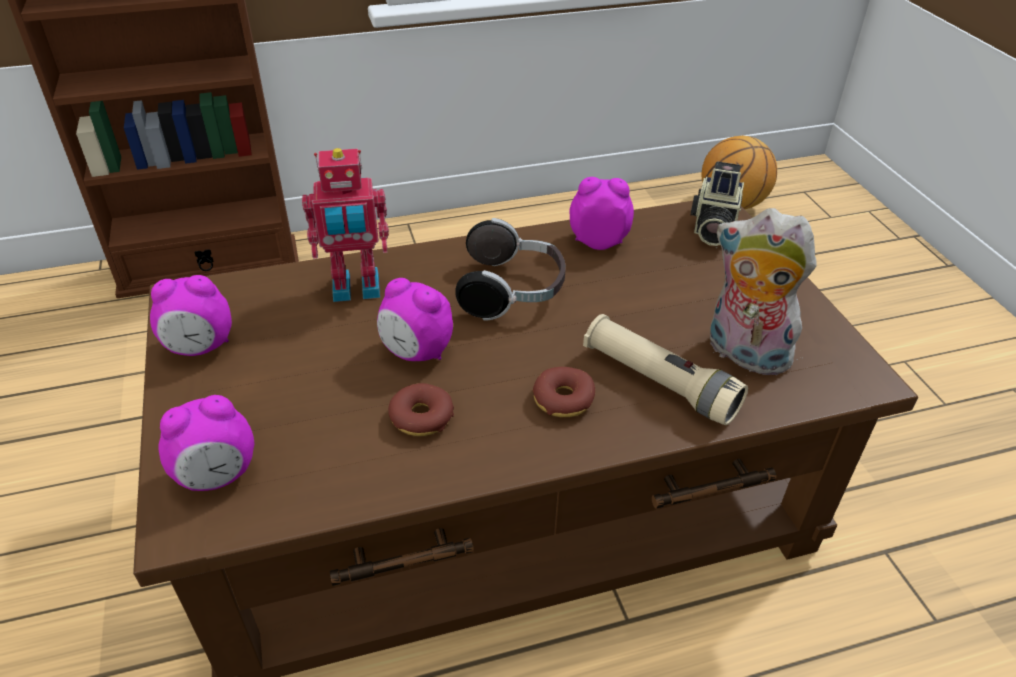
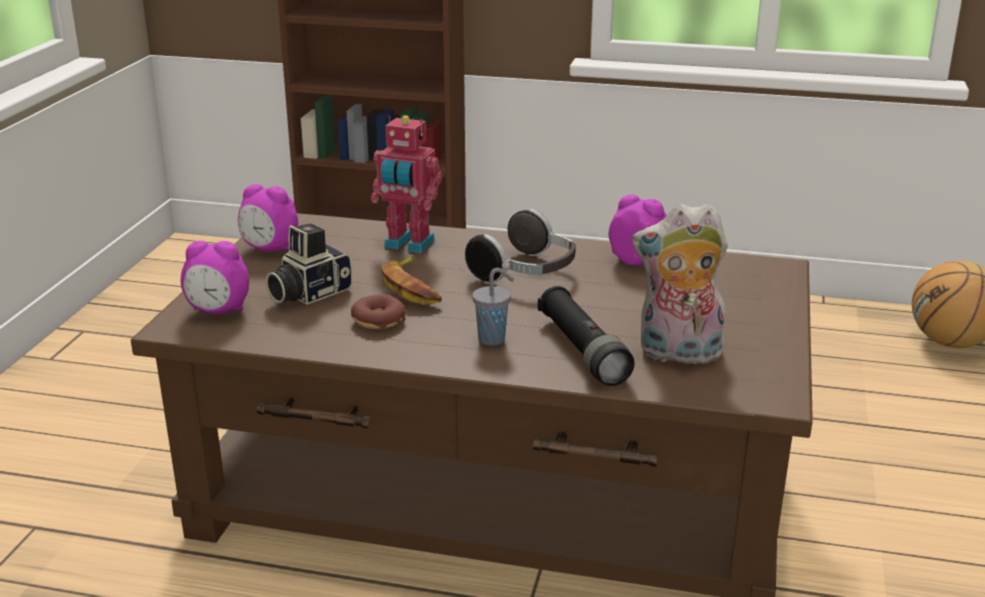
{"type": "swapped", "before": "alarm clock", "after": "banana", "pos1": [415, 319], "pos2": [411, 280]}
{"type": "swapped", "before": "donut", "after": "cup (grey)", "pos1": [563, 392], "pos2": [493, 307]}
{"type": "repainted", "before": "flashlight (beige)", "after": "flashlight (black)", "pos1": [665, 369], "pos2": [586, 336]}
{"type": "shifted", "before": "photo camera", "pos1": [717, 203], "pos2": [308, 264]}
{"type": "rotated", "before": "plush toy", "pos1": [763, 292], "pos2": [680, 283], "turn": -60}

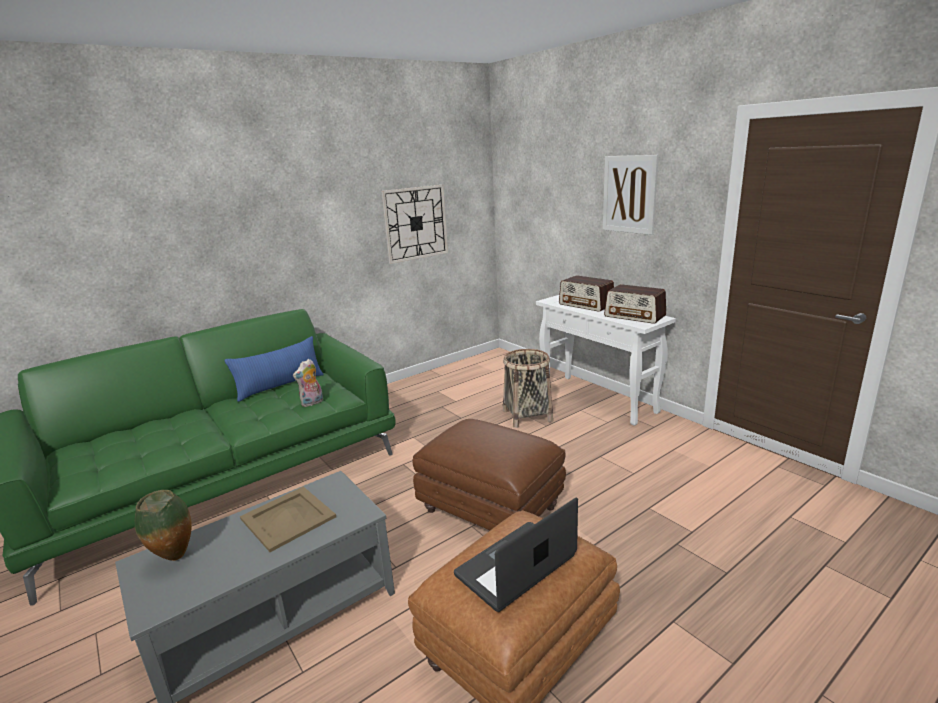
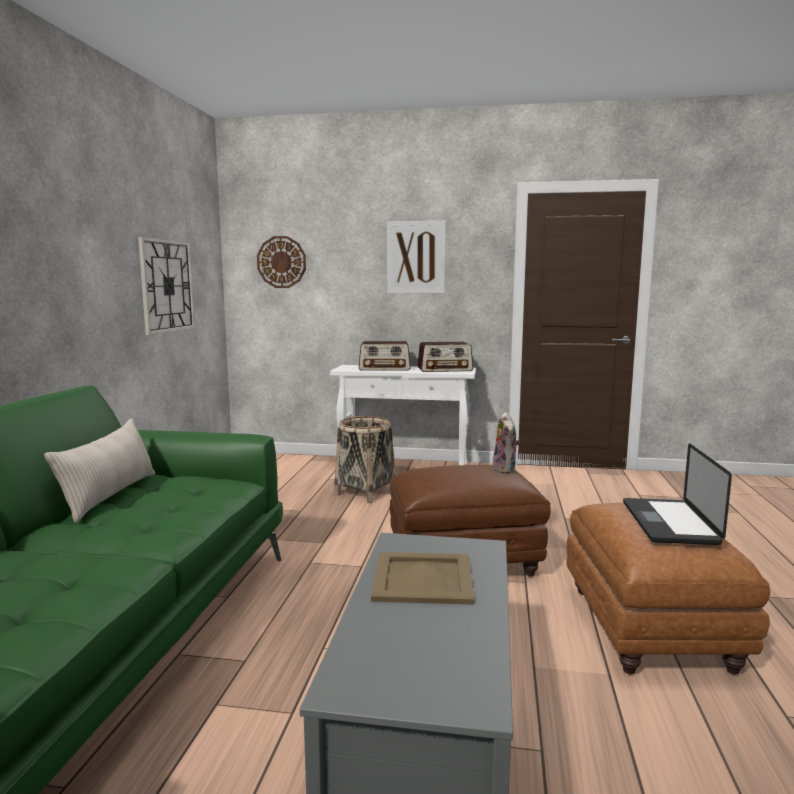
{"type": "gone", "before": "vase", "pos1": [163, 525]}
{"type": "repainted", "before": "pillow (blue)", "after": "pillow (beige)", "pos1": [274, 369], "pos2": [99, 470]}
{"type": "shifted", "before": "plush toy", "pos1": [308, 383], "pos2": [506, 443]}
{"type": "new", "after": "wall clock", "pos2": [281, 262]}

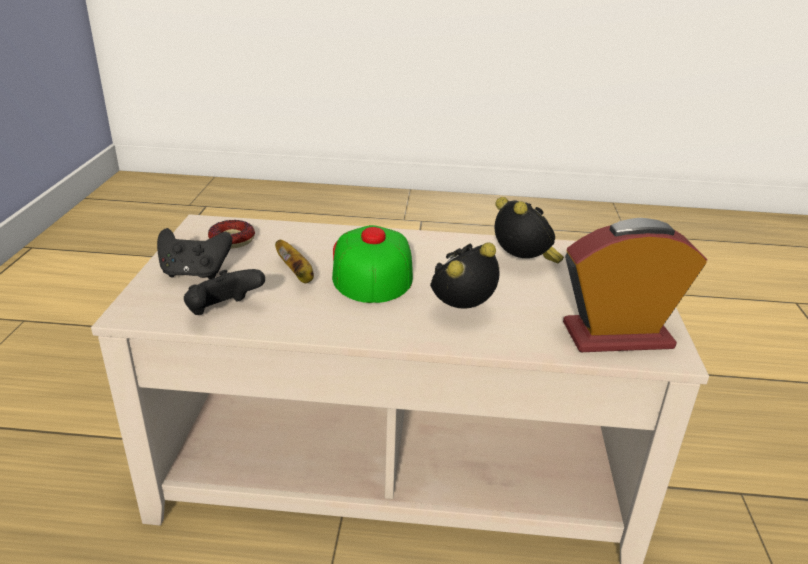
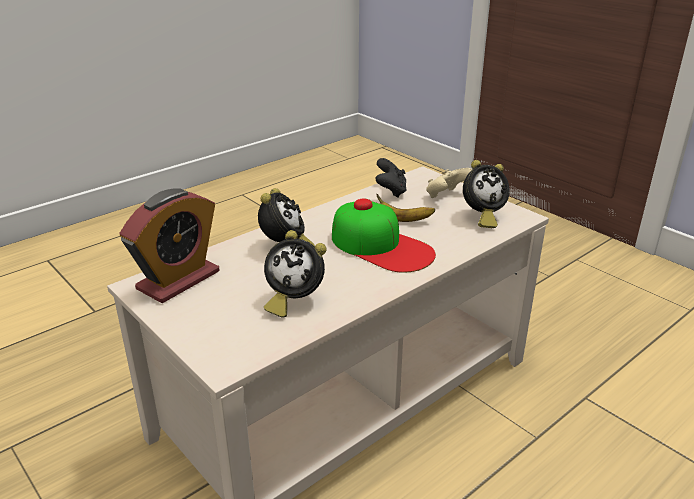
{"type": "repainted", "before": "game controller (black)", "after": "game controller (beige)", "pos1": [194, 253], "pos2": [449, 183]}
{"type": "swapped", "before": "donut", "after": "alarm clock", "pos1": [231, 234], "pos2": [486, 194]}

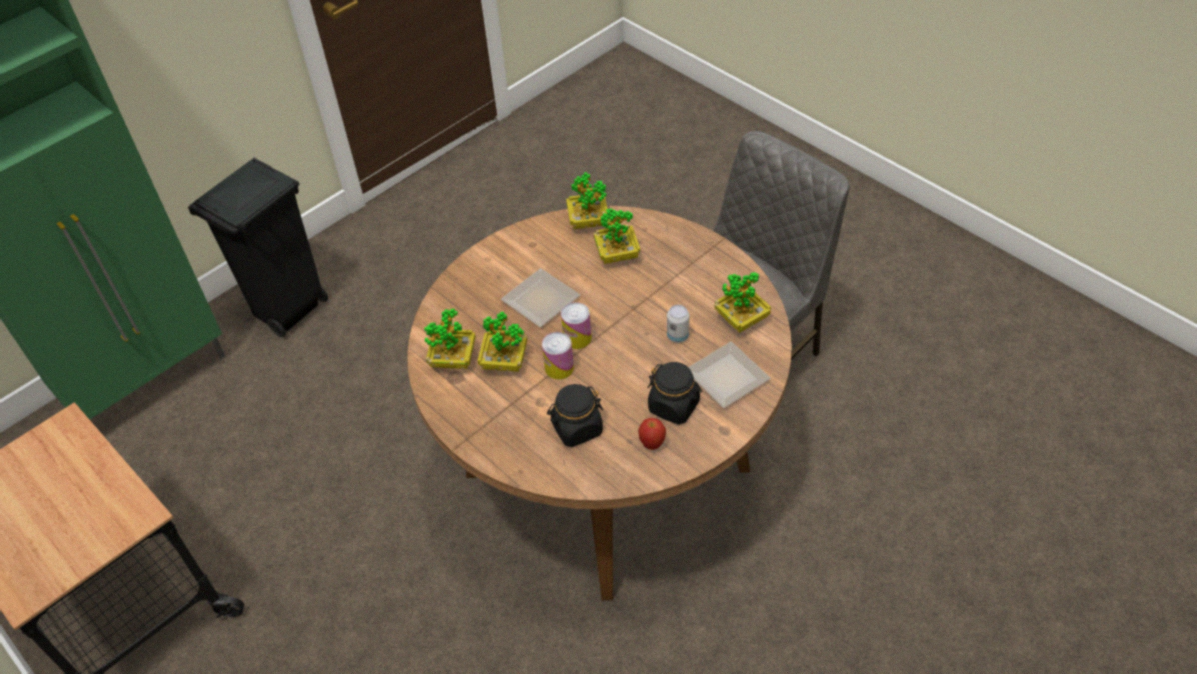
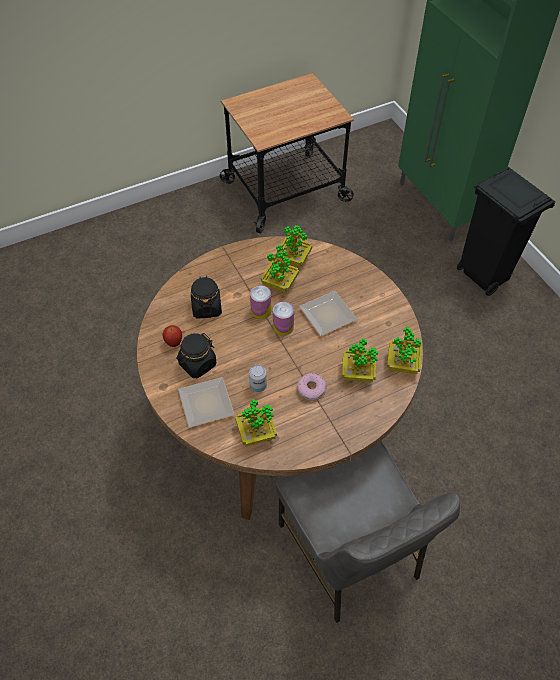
{"type": "new", "after": "donut", "pos2": [312, 387]}

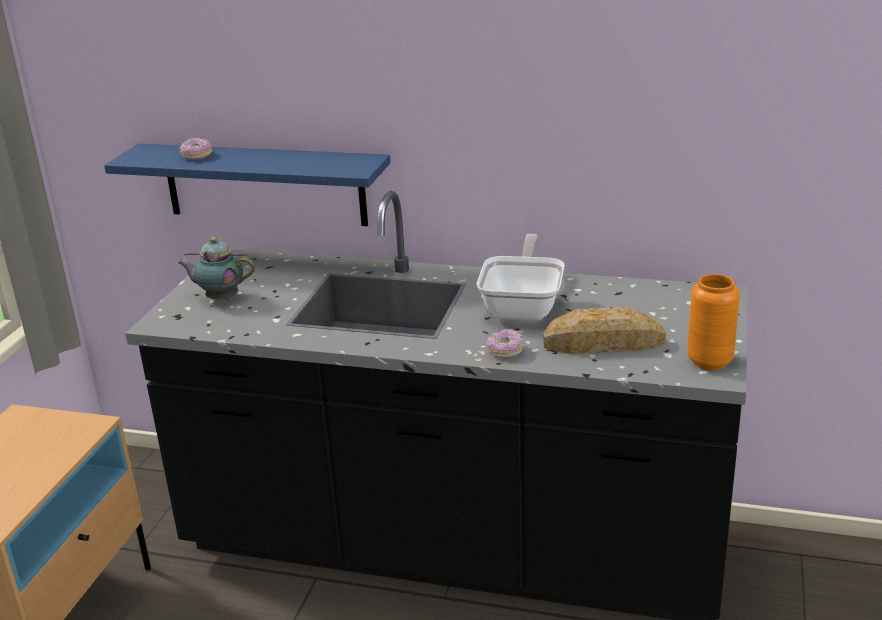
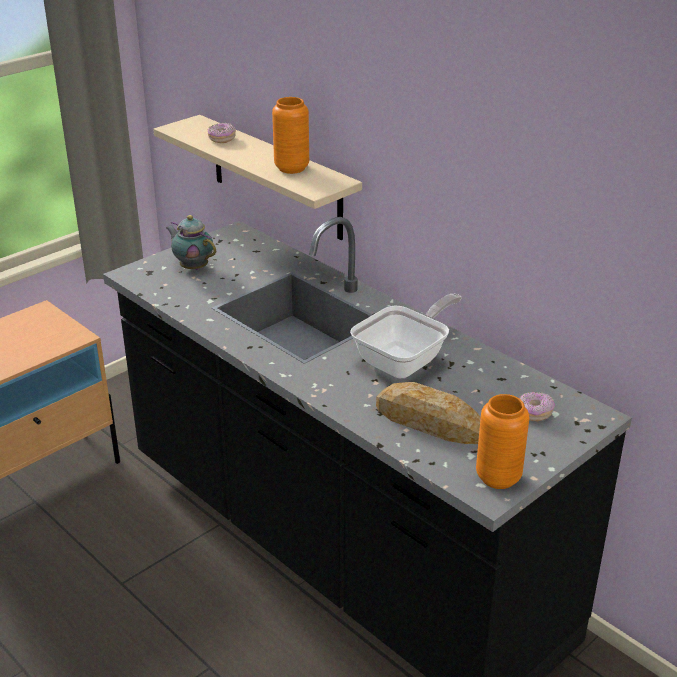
{"type": "repainted", "before": "shelf (blue)", "after": "shelf (beige)", "pos1": [247, 185], "pos2": [257, 177]}
{"type": "shifted", "before": "donut", "pos1": [505, 344], "pos2": [537, 406]}
{"type": "new", "after": "vase (orange)", "pos2": [290, 135]}

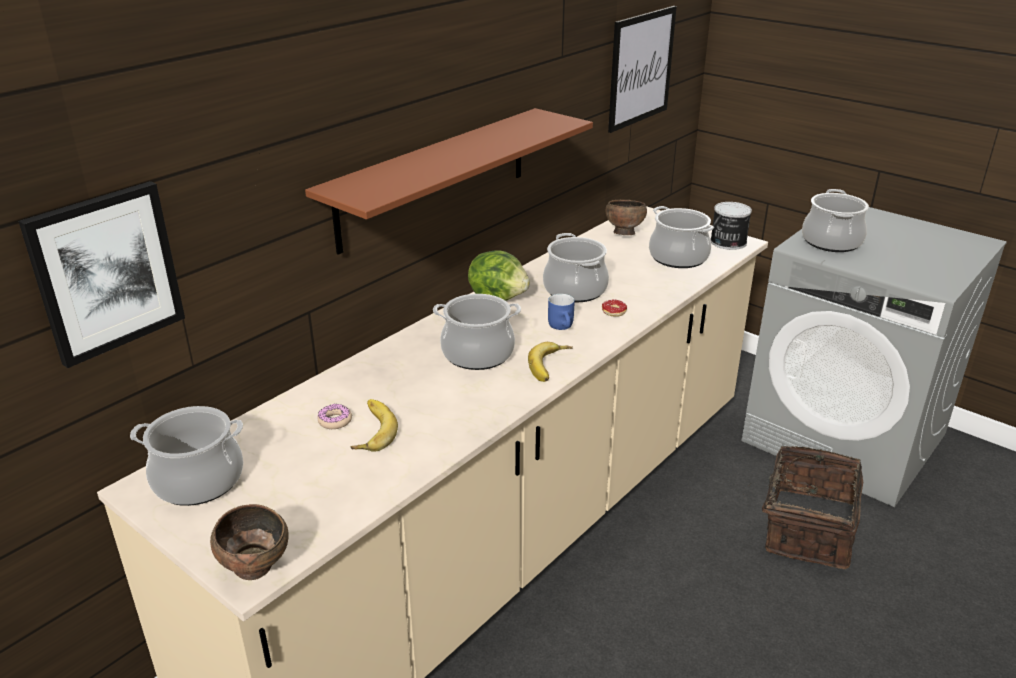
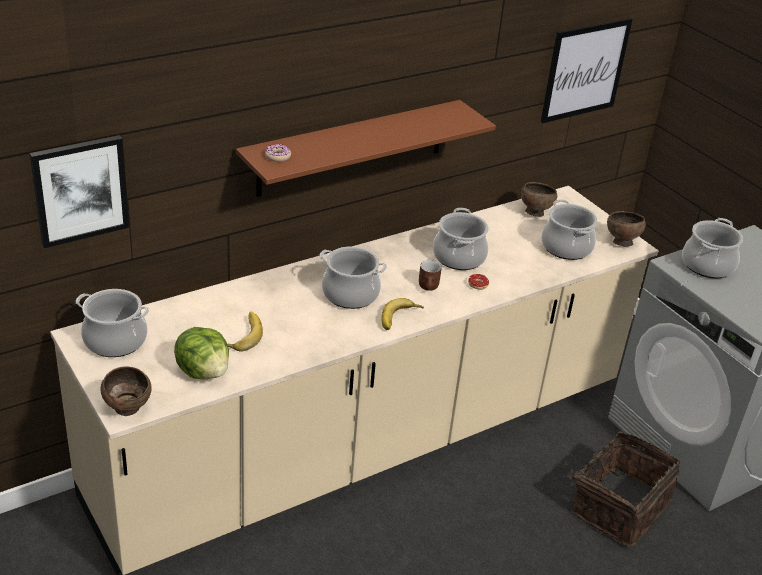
{"type": "shifted", "before": "donut", "pos1": [334, 416], "pos2": [278, 153]}
{"type": "shifted", "before": "lettuce", "pos1": [499, 275], "pos2": [201, 353]}
{"type": "repainted", "before": "mug (blue)", "after": "mug (brown)", "pos1": [561, 312], "pos2": [430, 275]}
{"type": "swapped", "before": "can", "after": "bowl (brown)", "pos1": [731, 226], "pos2": [626, 228]}

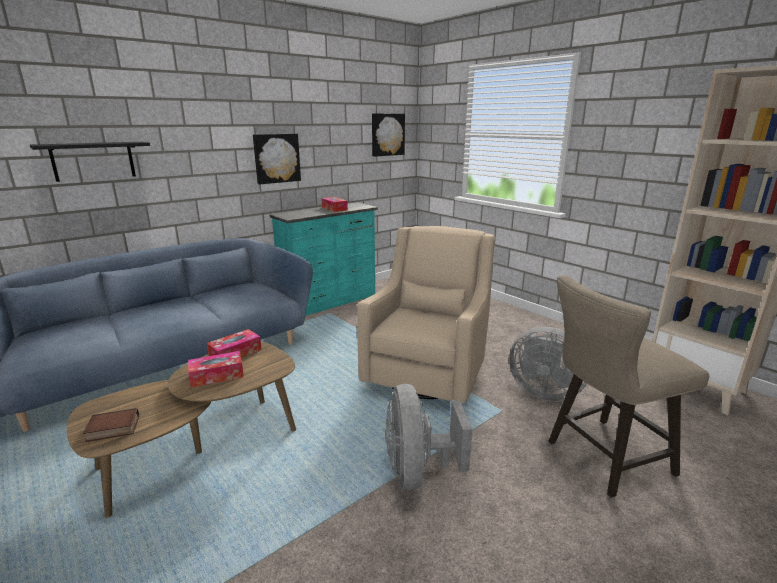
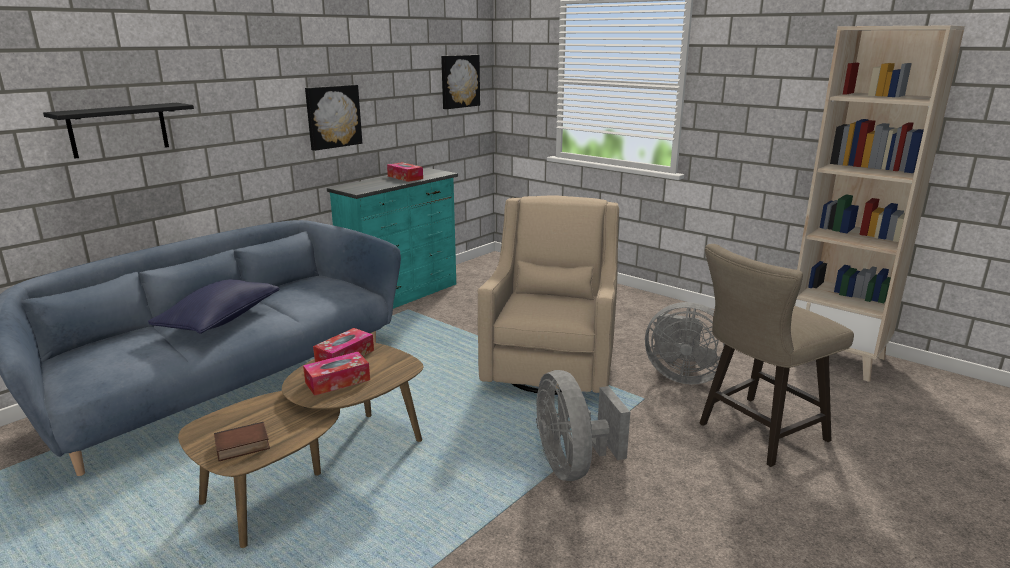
{"type": "new", "after": "pillow (blue)", "pos2": [213, 306]}

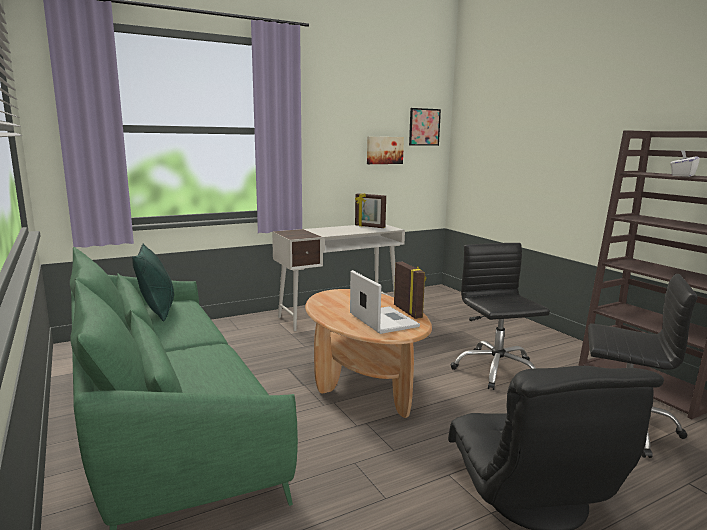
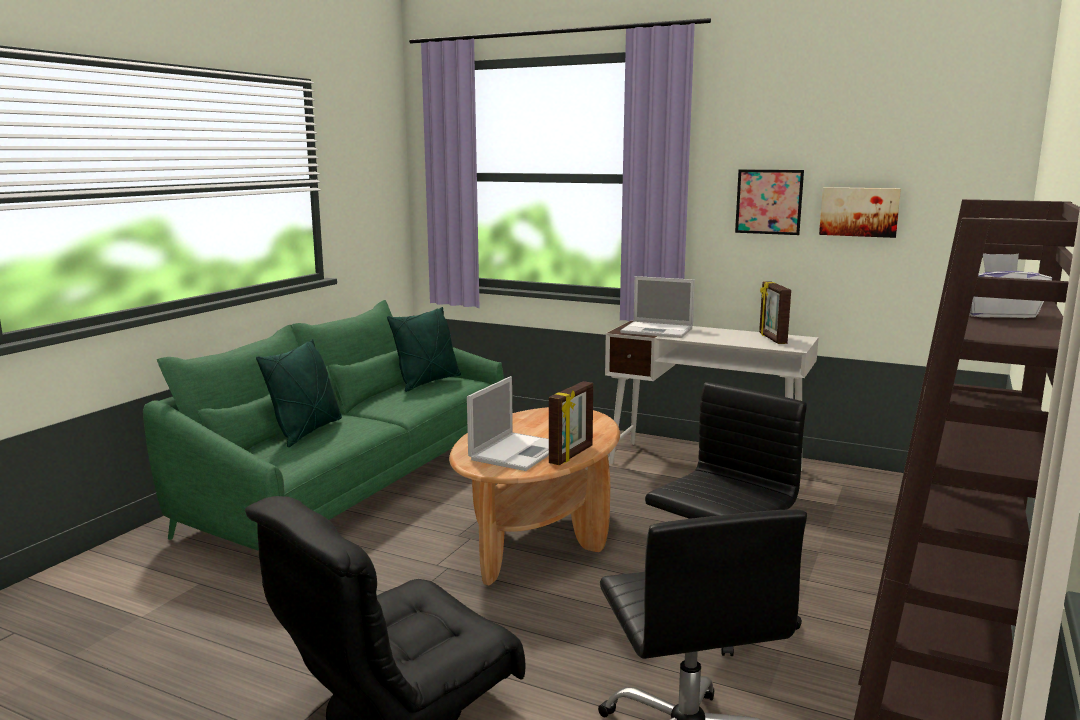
{"type": "shifted", "before": "picture", "pos1": [425, 127], "pos2": [769, 202]}
{"type": "new", "after": "pillow (green)", "pos2": [299, 393]}
{"type": "new", "after": "laptop", "pos2": [657, 307]}

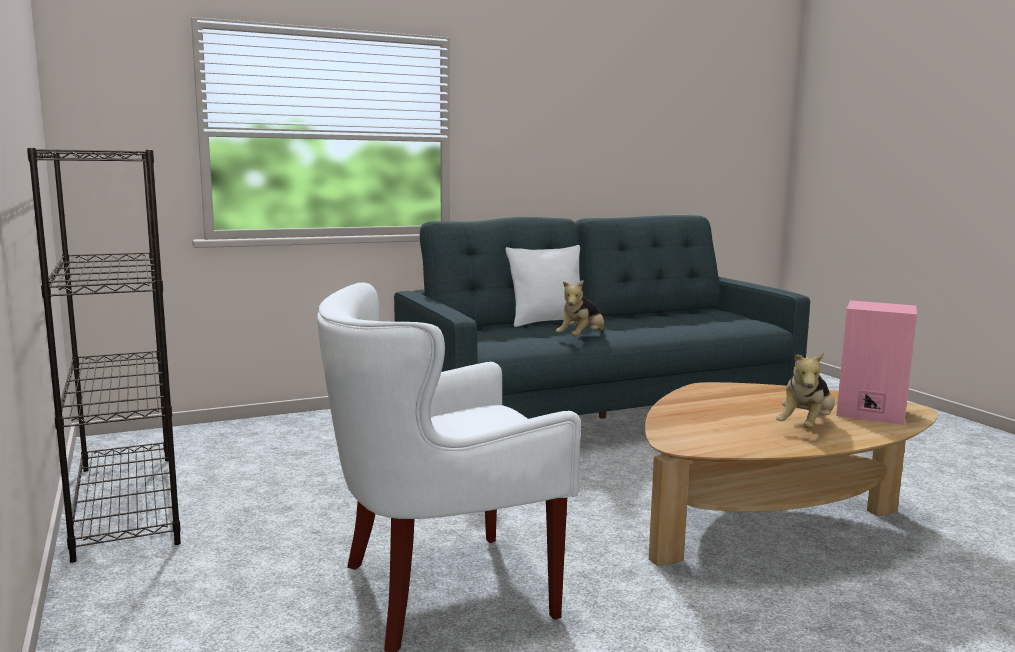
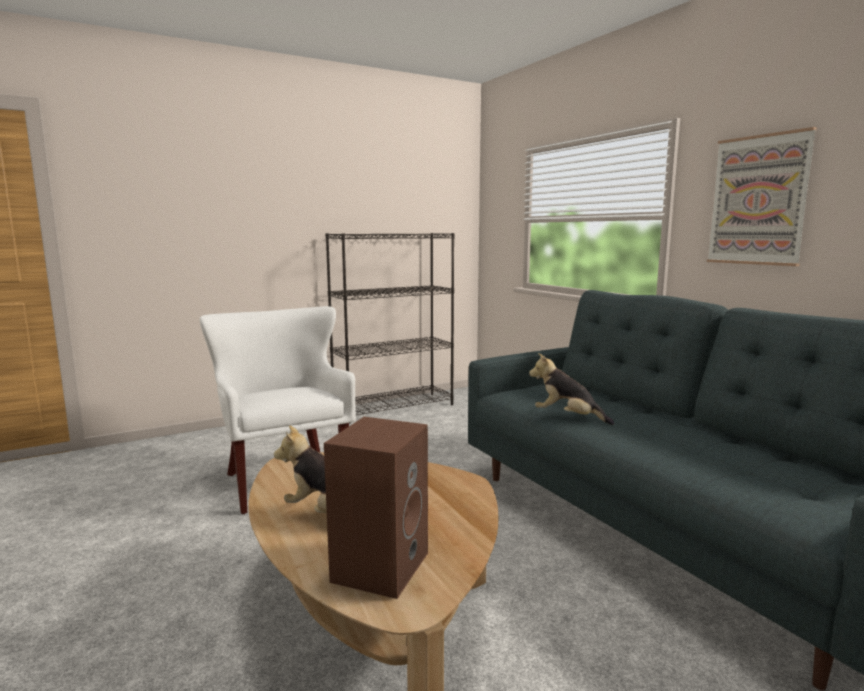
{"type": "gone", "before": "pillow (white)", "pos1": [542, 286]}
{"type": "repainted", "before": "speaker (pink)", "after": "speaker (brown)", "pos1": [876, 362], "pos2": [376, 508]}
{"type": "new", "after": "picture", "pos2": [762, 196]}

